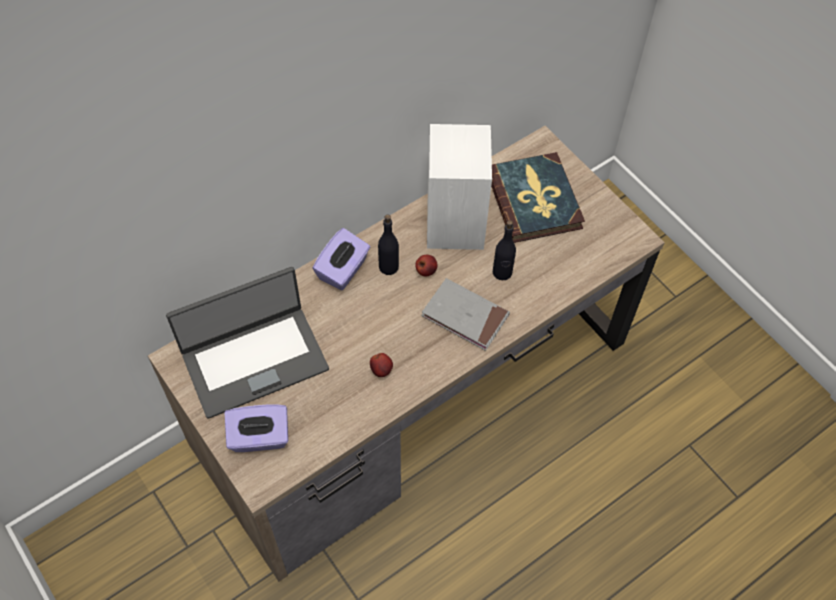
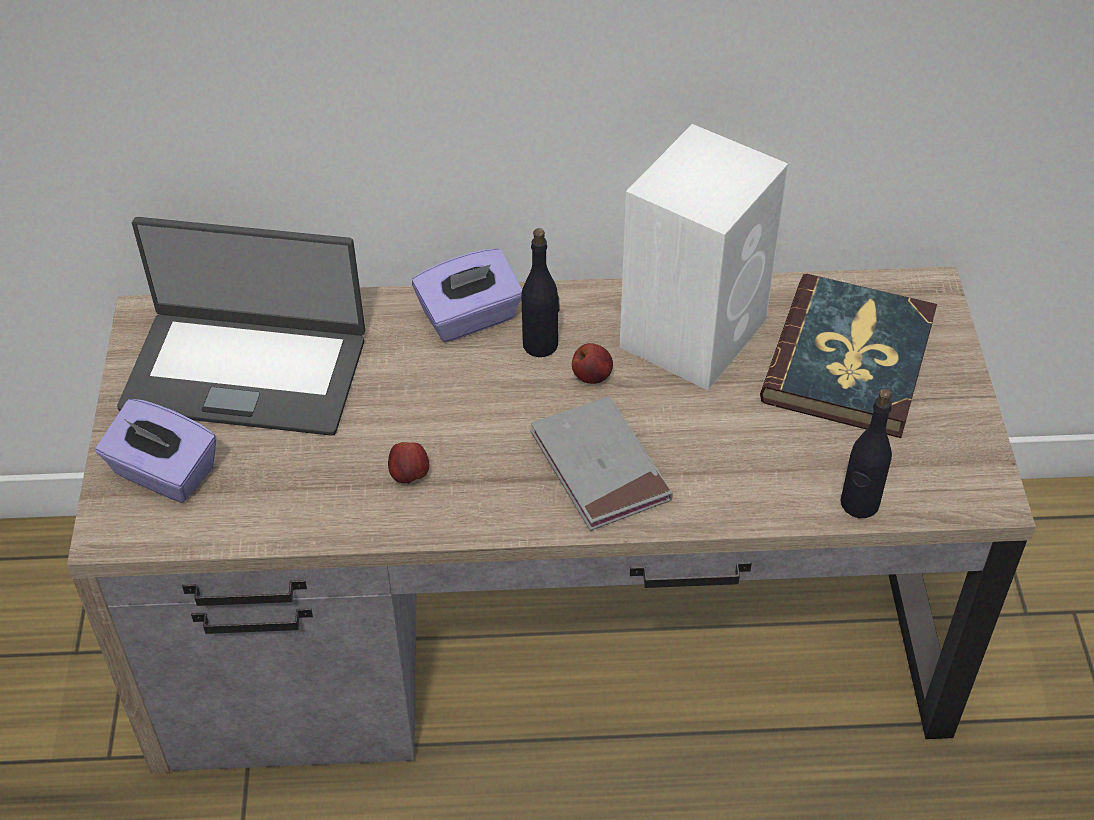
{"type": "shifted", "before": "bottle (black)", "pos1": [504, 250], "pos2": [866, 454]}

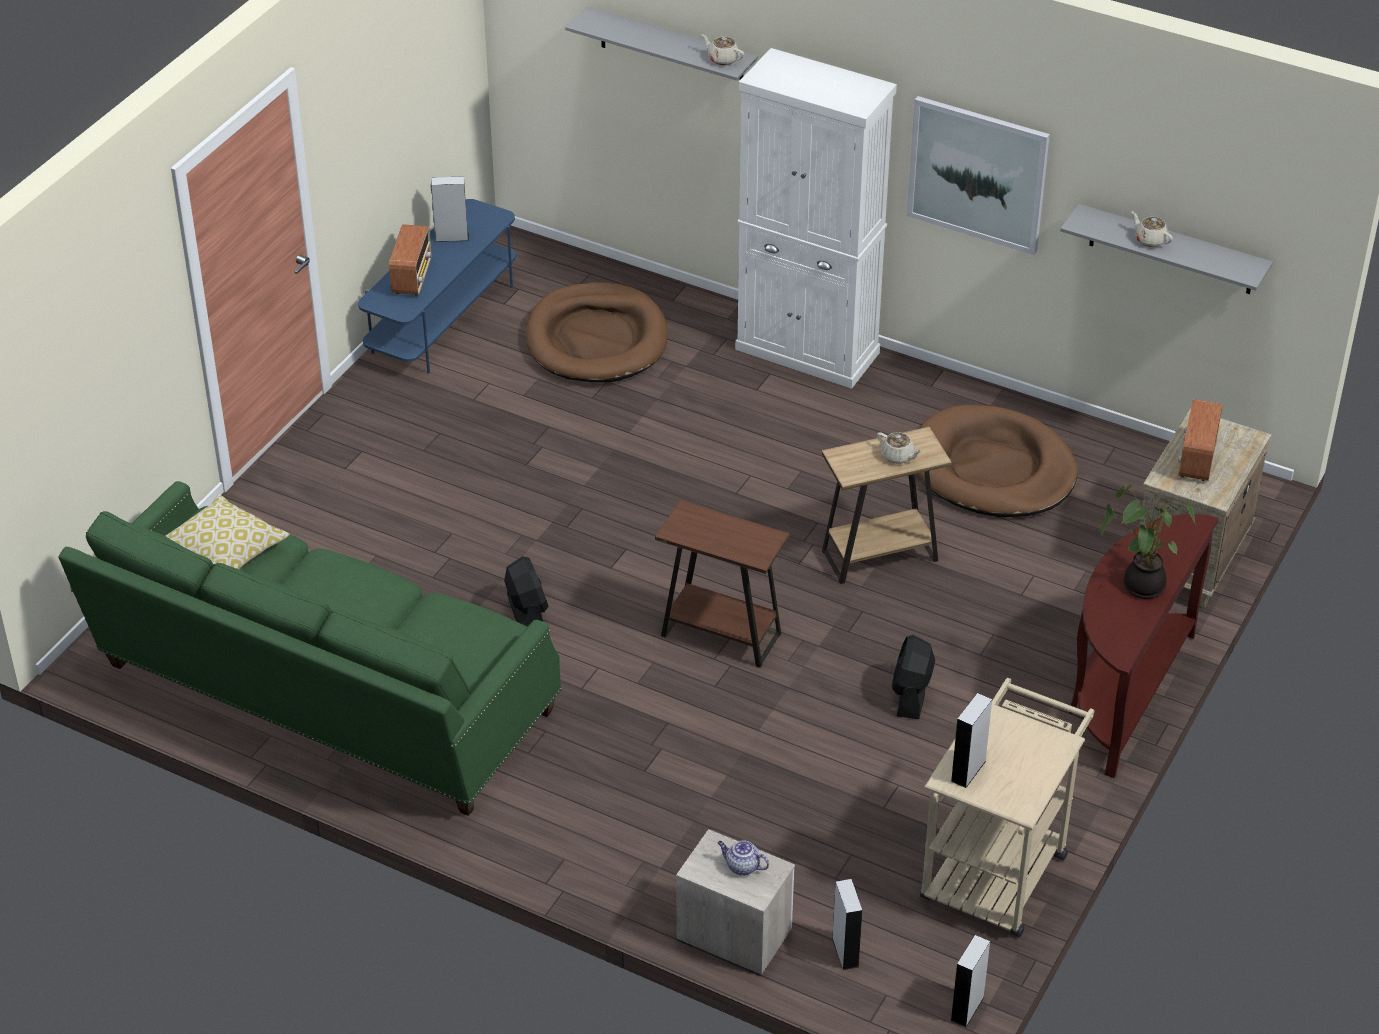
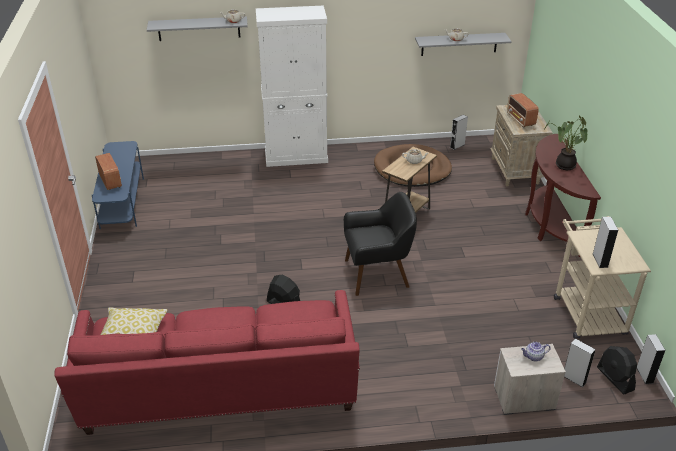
{"type": "repainted", "before": "sofa (green)", "after": "sofa (red)", "pos1": [310, 648], "pos2": [207, 362]}
{"type": "shifted", "before": "speaker (grey)", "pos1": [450, 209], "pos2": [459, 132]}
{"type": "gone", "before": "dog bed (brown)", "pos1": [597, 332]}
{"type": "swapped", "before": "side table (brown)", "after": "armchair (black)", "pos1": [722, 584], "pos2": [380, 244]}
{"type": "shifted", "before": "fan (black)", "pos1": [913, 677], "pos2": [617, 370]}
{"type": "gone", "before": "picture", "pos1": [978, 175]}

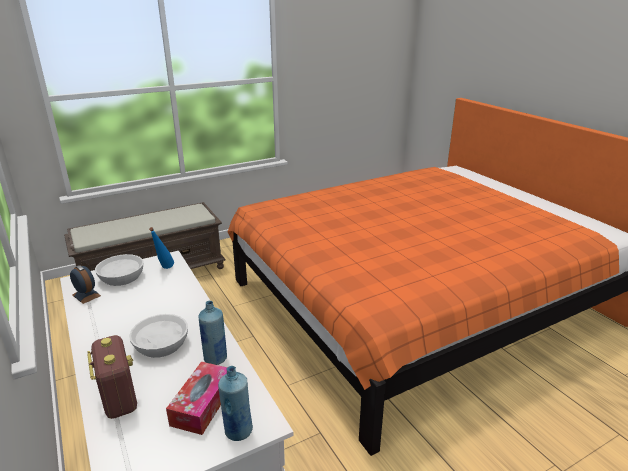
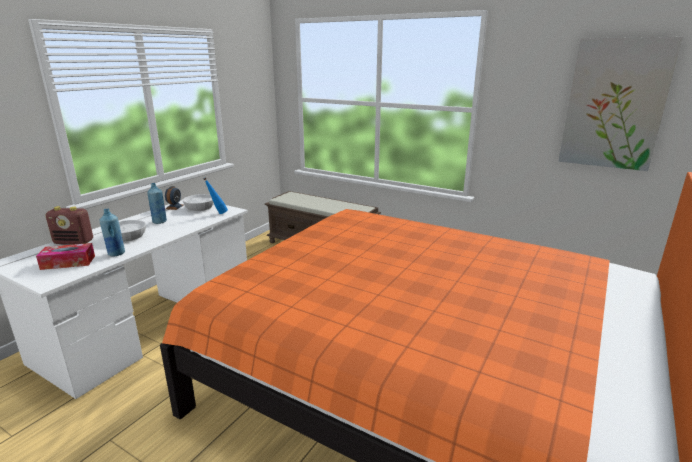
{"type": "rotated", "before": "radio", "pos1": [112, 377], "pos2": [69, 225], "turn": 60}
{"type": "shifted", "before": "bottle (blue)", "pos1": [235, 403], "pos2": [157, 203]}
{"type": "new", "after": "picture", "pos2": [620, 104]}

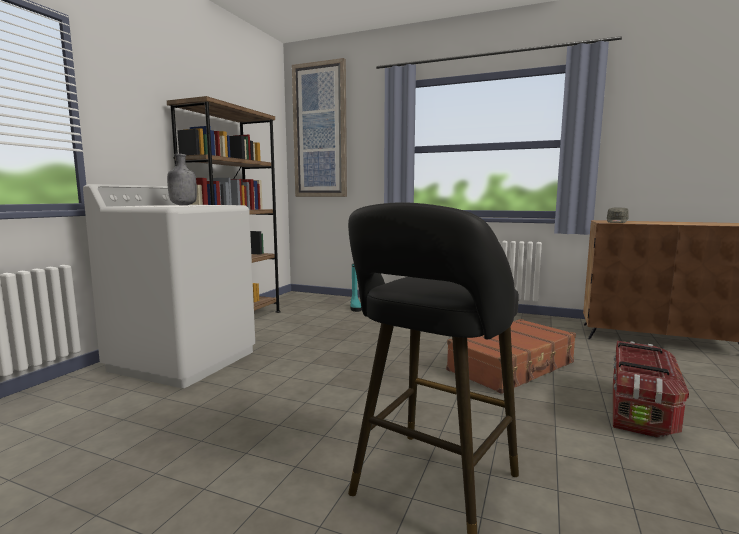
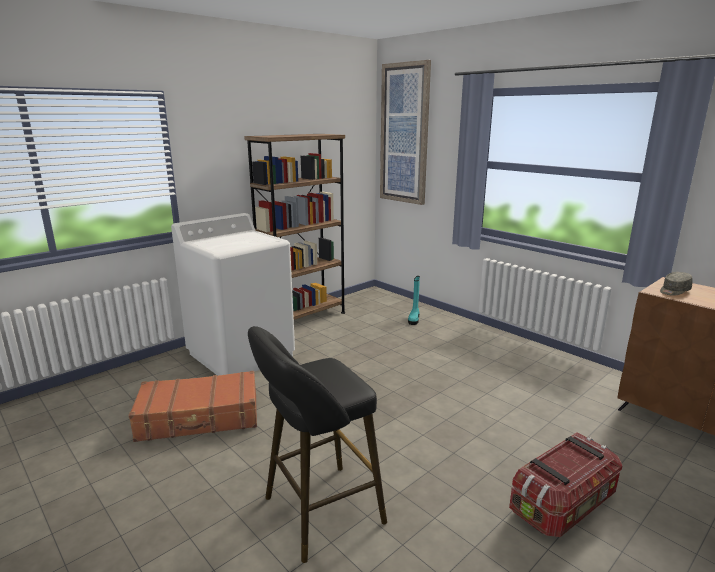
{"type": "gone", "before": "bottle (grey)", "pos1": [182, 179]}
{"type": "shifted", "before": "suitcase (brown)", "pos1": [511, 356], "pos2": [193, 406]}

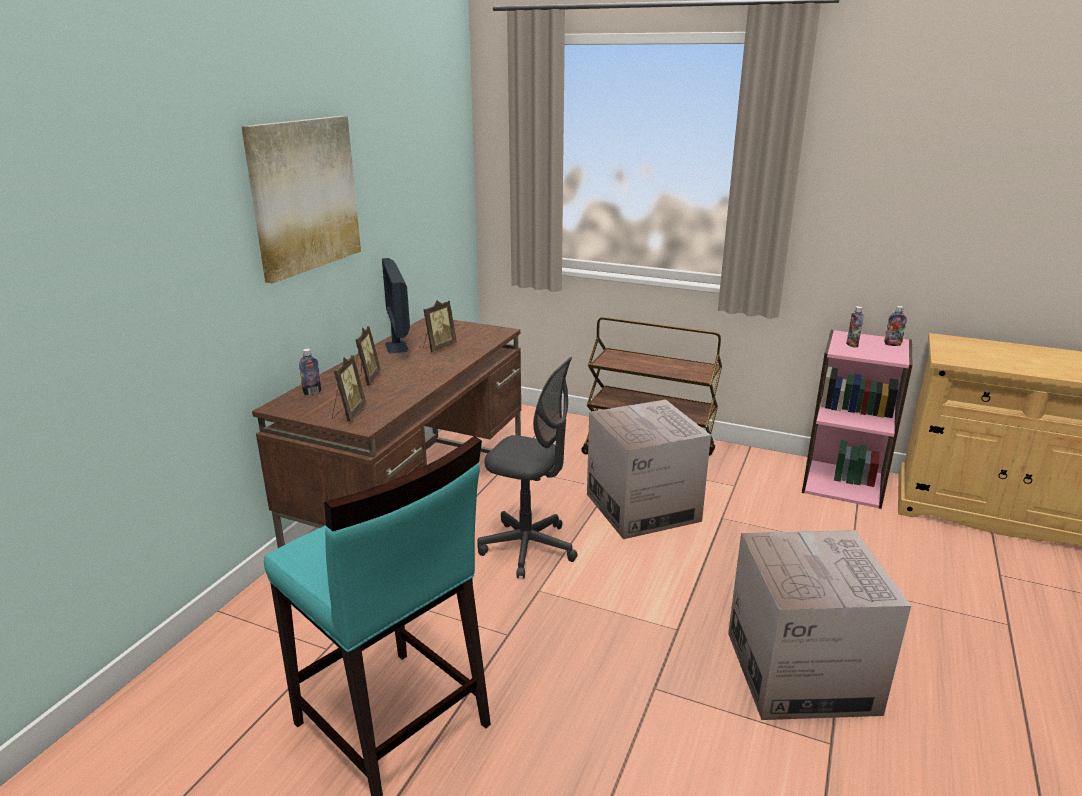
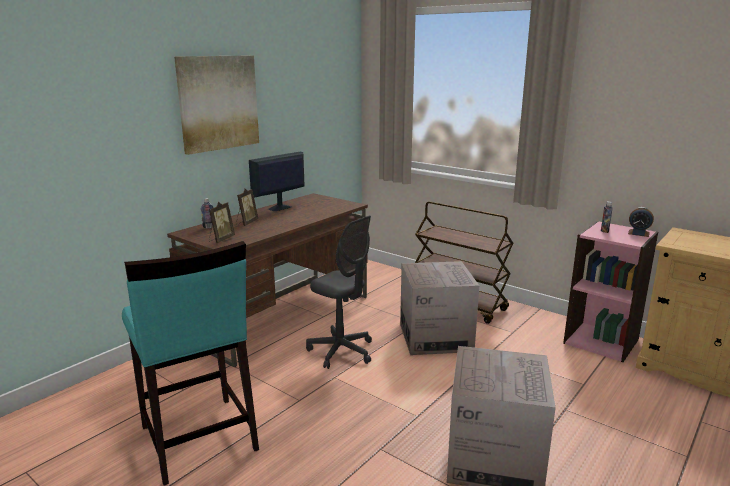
{"type": "rotated", "before": "monitor", "pos1": [396, 306], "pos2": [277, 181], "turn": 45}
{"type": "gone", "before": "picture frame", "pos1": [440, 326]}
{"type": "swapped", "before": "bottle", "after": "alarm clock", "pos1": [895, 326], "pos2": [641, 222]}

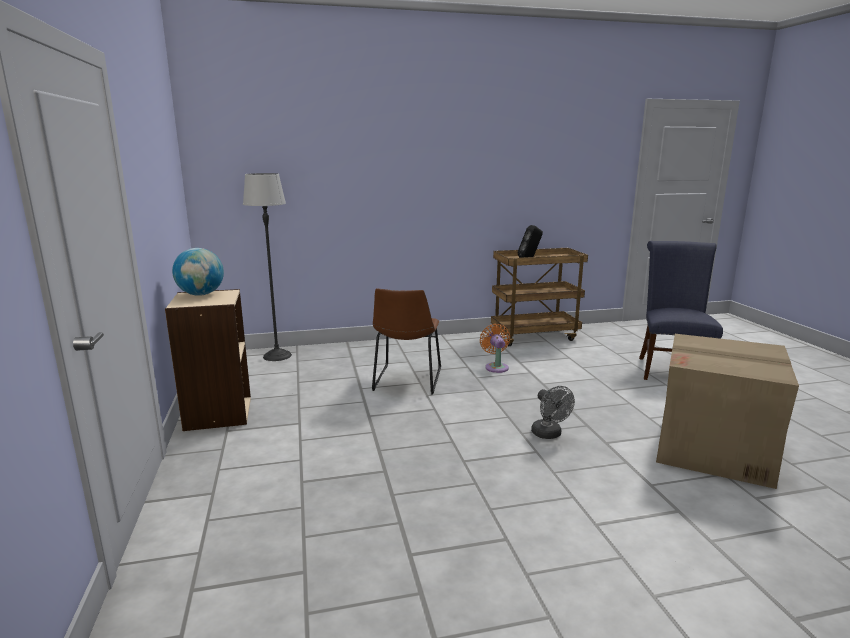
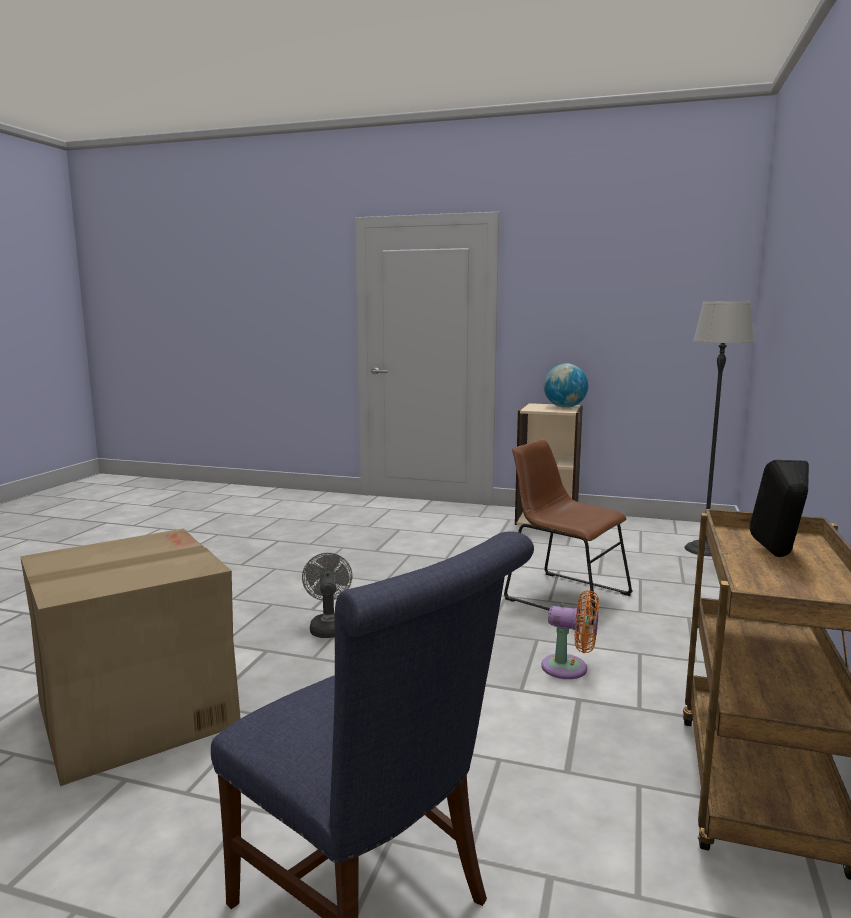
{"type": "rotated", "before": "fan (grey)", "pos1": [553, 412], "pos2": [327, 595], "turn": 75}

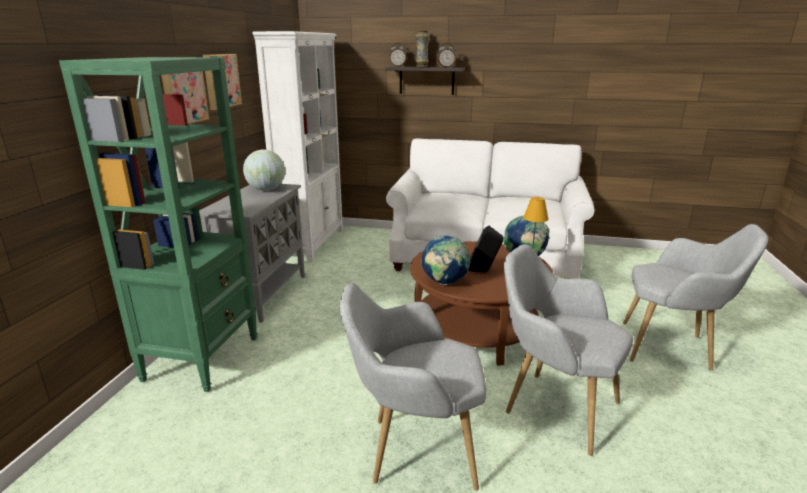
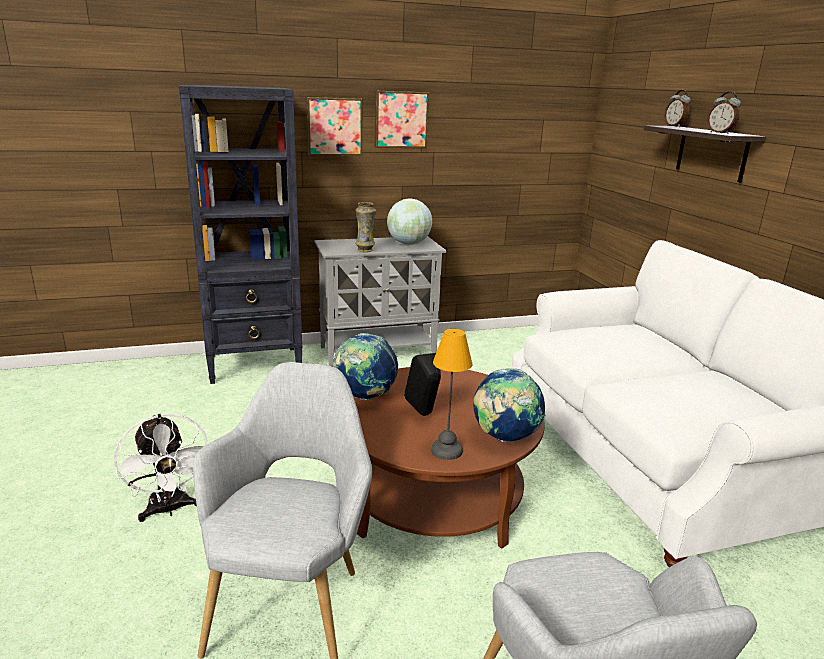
{"type": "repainted", "before": "bookcase (green)", "after": "bookcase (black)", "pos1": [158, 224], "pos2": [240, 234]}
{"type": "gone", "before": "bookcase (white)", "pos1": [298, 146]}
{"type": "swapped", "before": "armchair (grey)", "after": "fan (white)", "pos1": [413, 387], "pos2": [161, 468]}
{"type": "shifted", "before": "vase", "pos1": [422, 48], "pos2": [365, 227]}

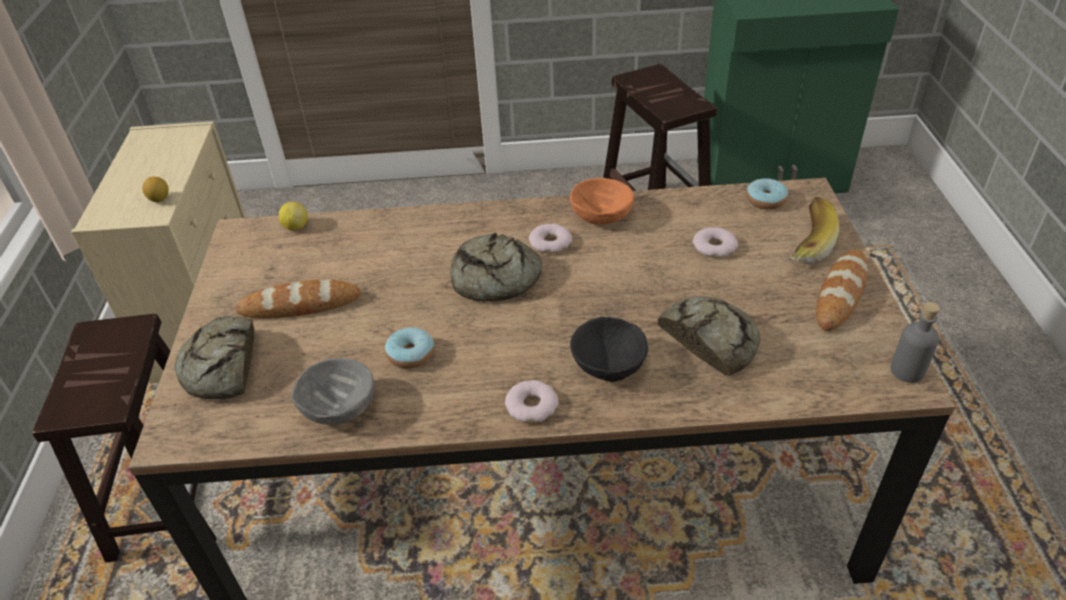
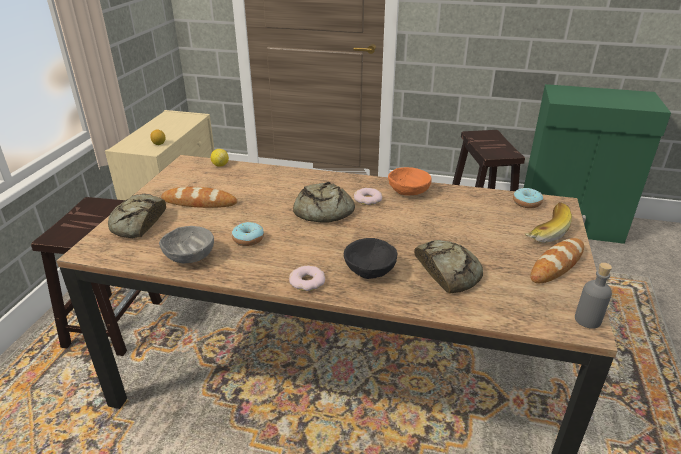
{"type": "gone", "before": "donut", "pos1": [715, 242]}

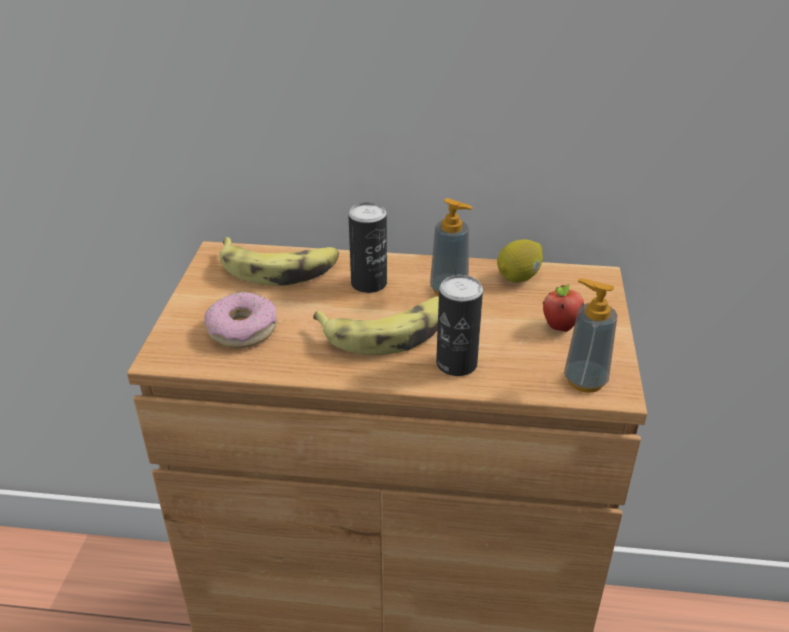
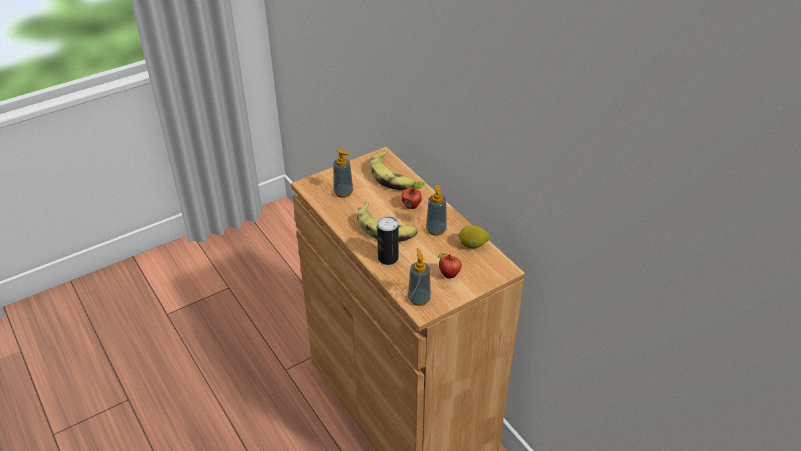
{"type": "swapped", "before": "donut", "after": "soap dispenser", "pos1": [240, 320], "pos2": [343, 173]}
{"type": "swapped", "before": "can", "after": "apple", "pos1": [367, 247], "pos2": [413, 195]}

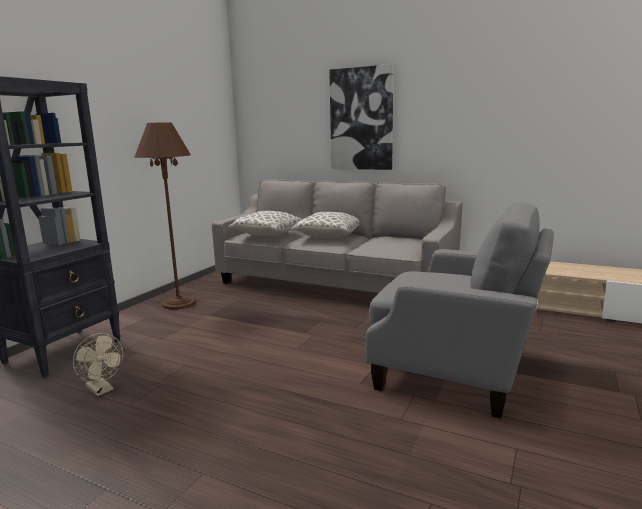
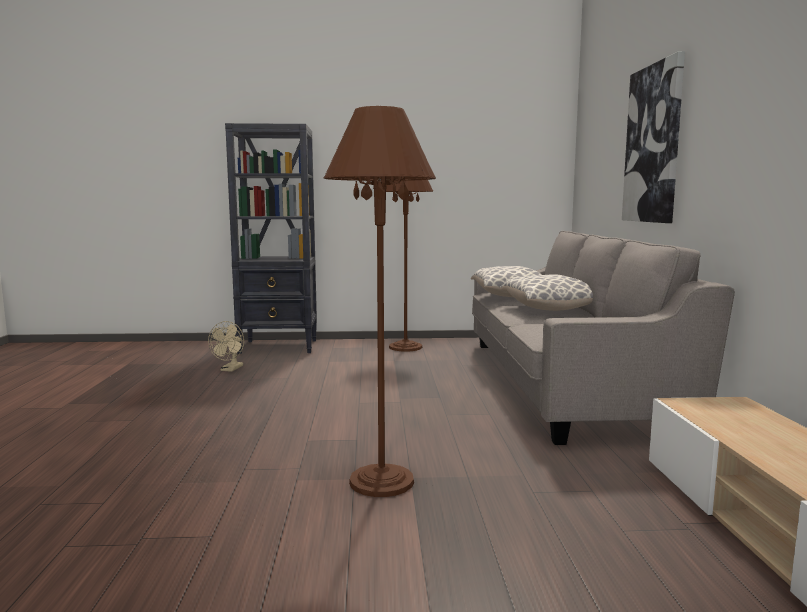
{"type": "swapped", "before": "armchair (grey)", "after": "floor lamp (brown)", "pos1": [460, 310], "pos2": [380, 301]}

